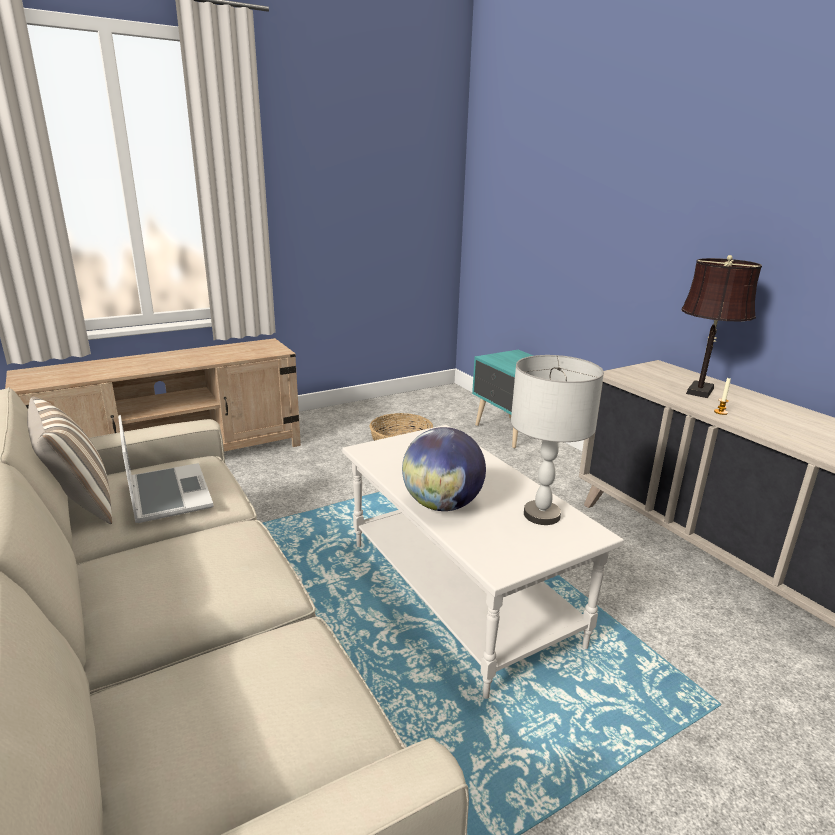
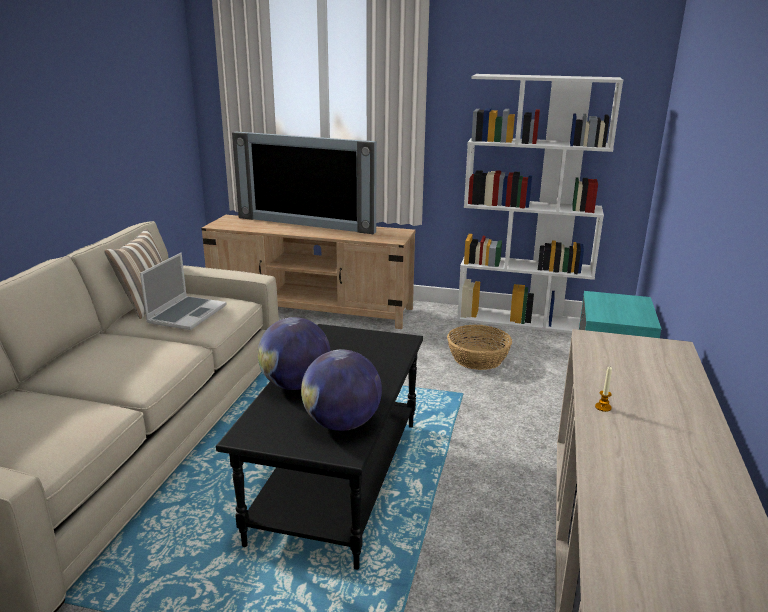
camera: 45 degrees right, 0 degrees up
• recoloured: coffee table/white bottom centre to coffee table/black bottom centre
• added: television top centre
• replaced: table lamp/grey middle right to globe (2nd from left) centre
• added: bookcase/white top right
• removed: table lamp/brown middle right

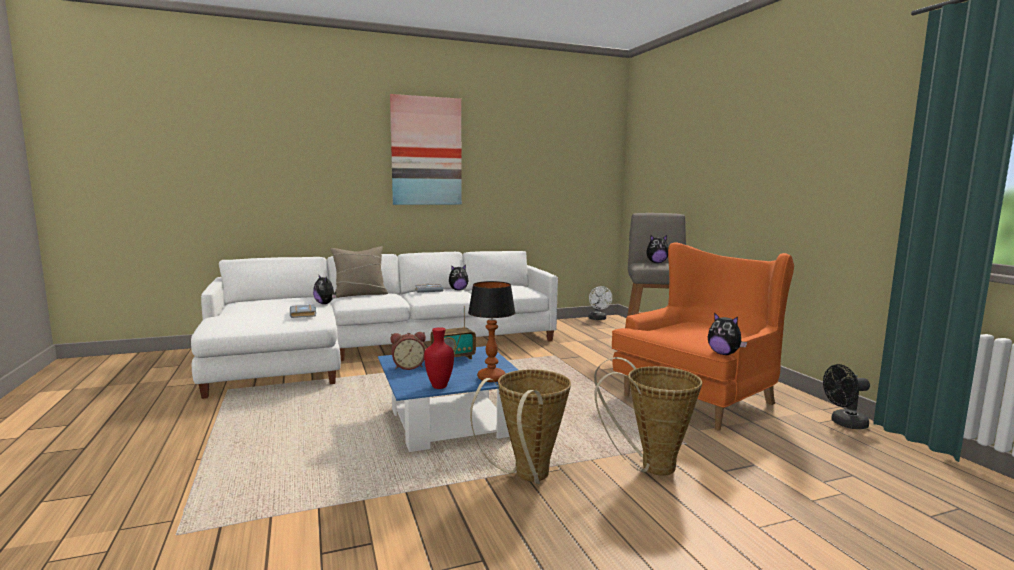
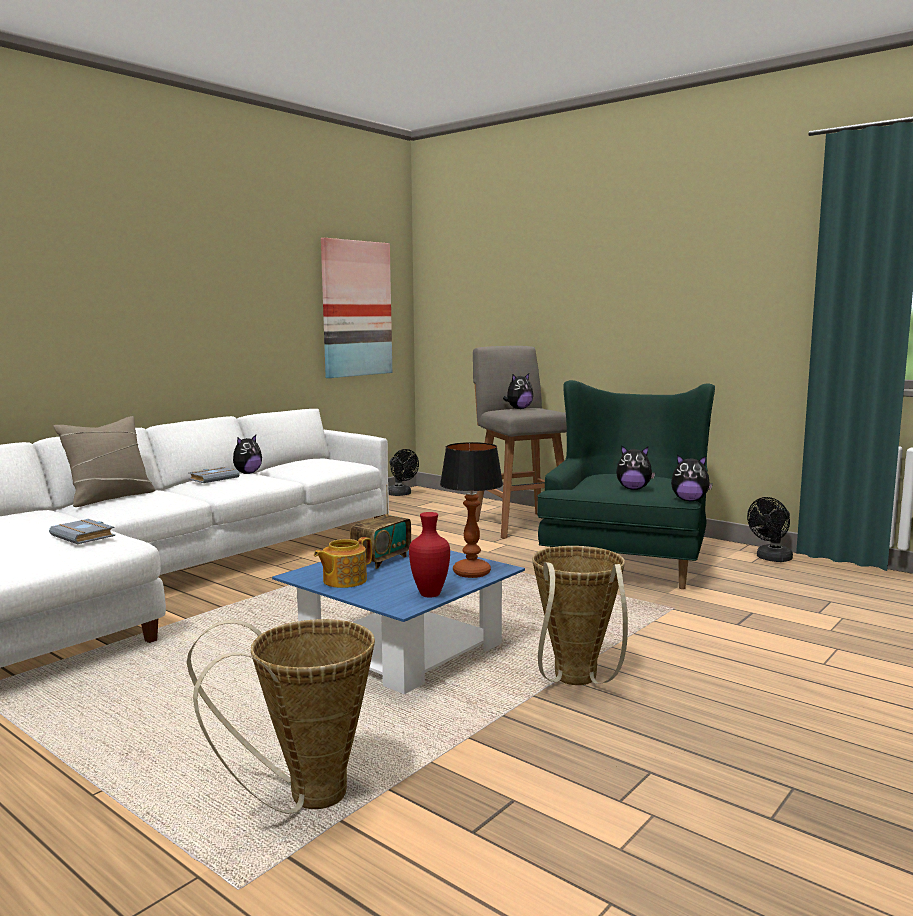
camera: 30 degrees left, 0 degrees up
• moved: basket (2nd from left in the first image) bottom centre to basket (1st from left) bottom left
• replaced: alarm clock centre to teapot centre
• moved: picture top centre to centre
• recoloured: fan/white centre to fan/black (1st from left) centre
• recoloured: armchair/orange middle right to armchair/green middle right
• moved: plush toy (1st from left in the first image) middle left to plush toy (3rd from left) middle right

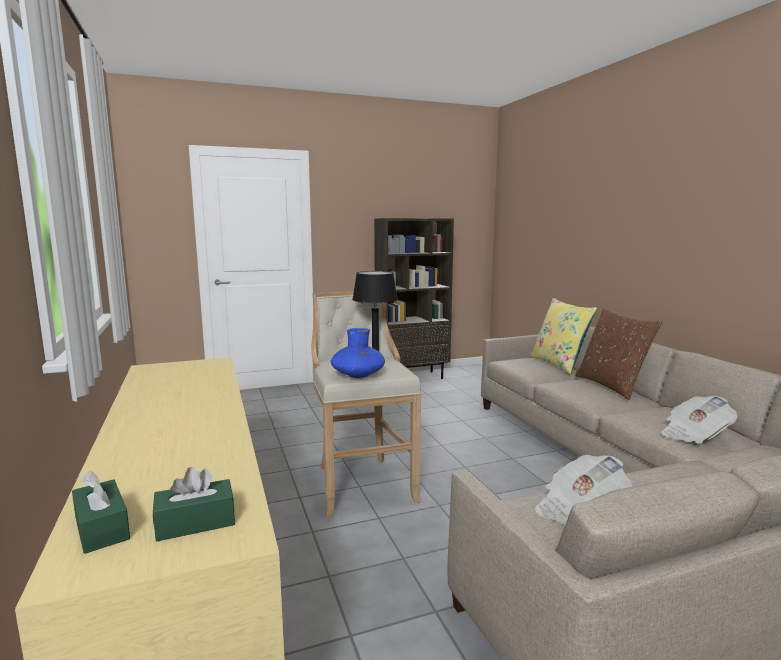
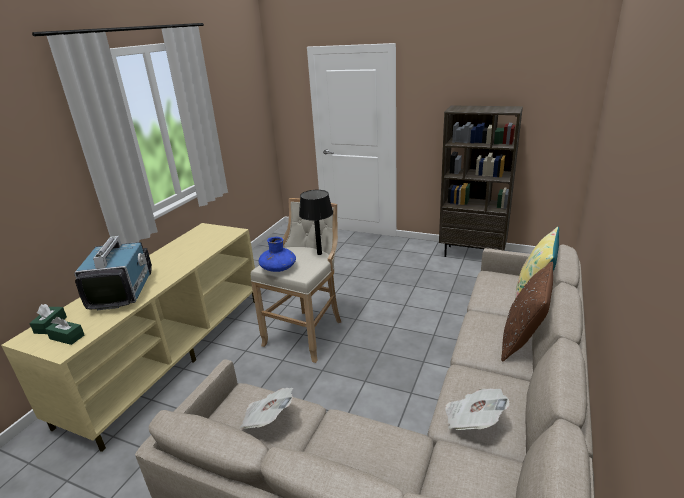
camera: 45 degrees right, 15 degrees up
• added: television middle left

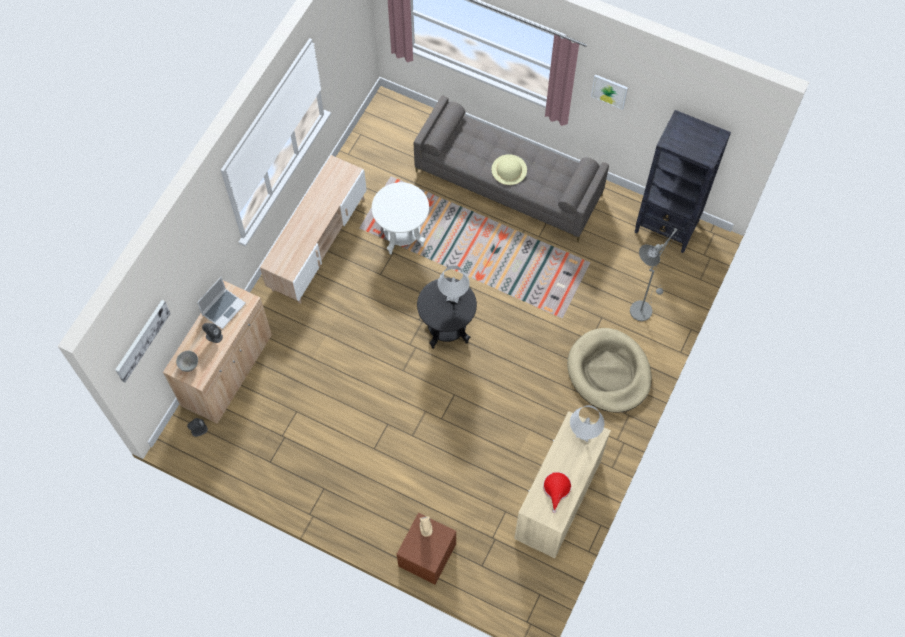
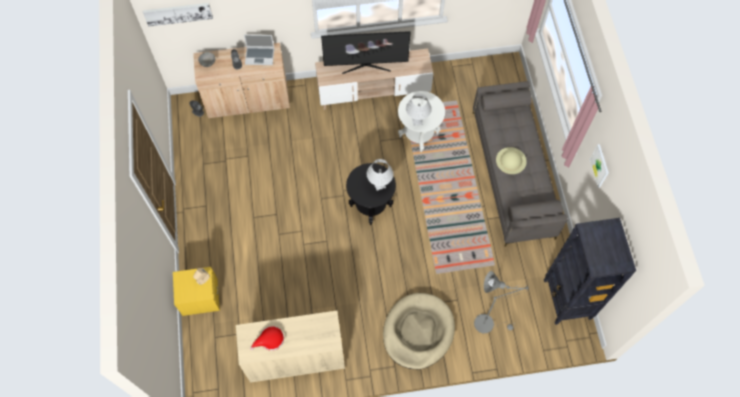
camera: 55 degrees right, 0 degrees up
• recoloured: nightstand/brown bottom centre to nightstand/yellow bottom left
• added: television top centre
• moved: table lamp/white (2nd from left) centre to top centre

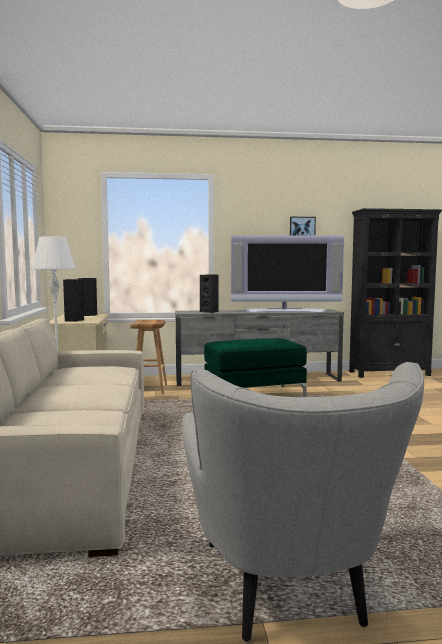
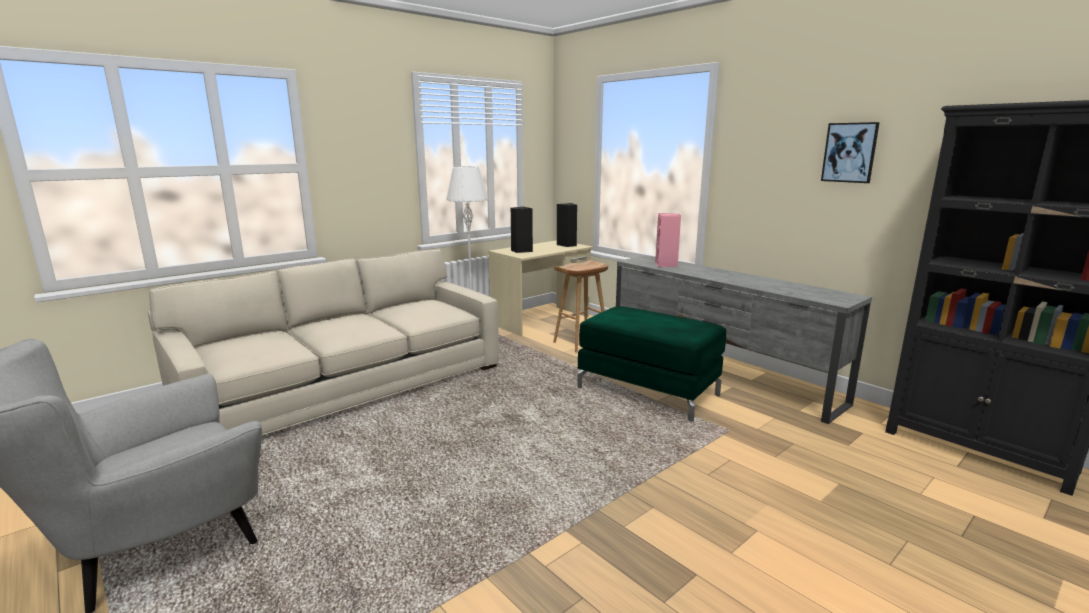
camera: 55 degrees right, 10 degrees up
• recoloured: speaker/black (3rd from left) centre to speaker/pink centre
• removed: television centre

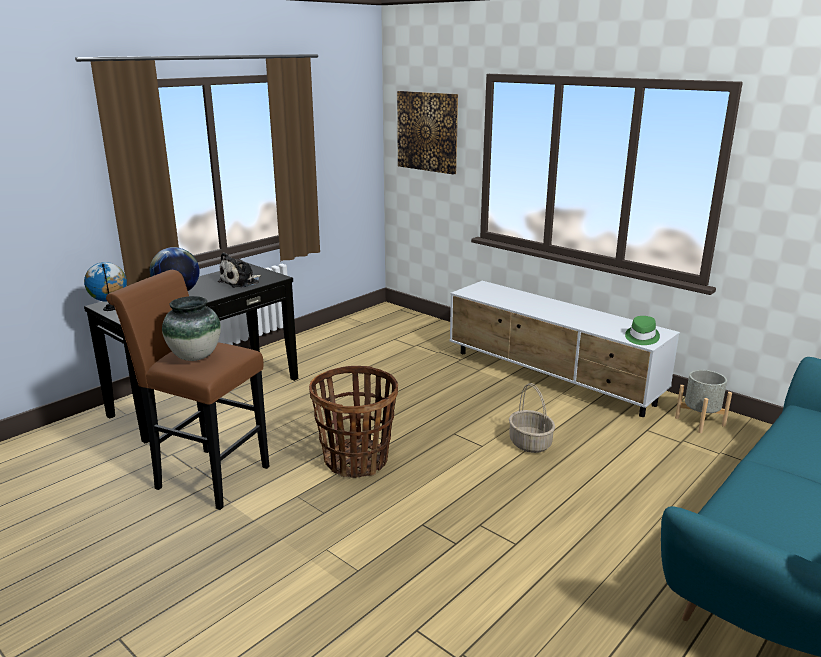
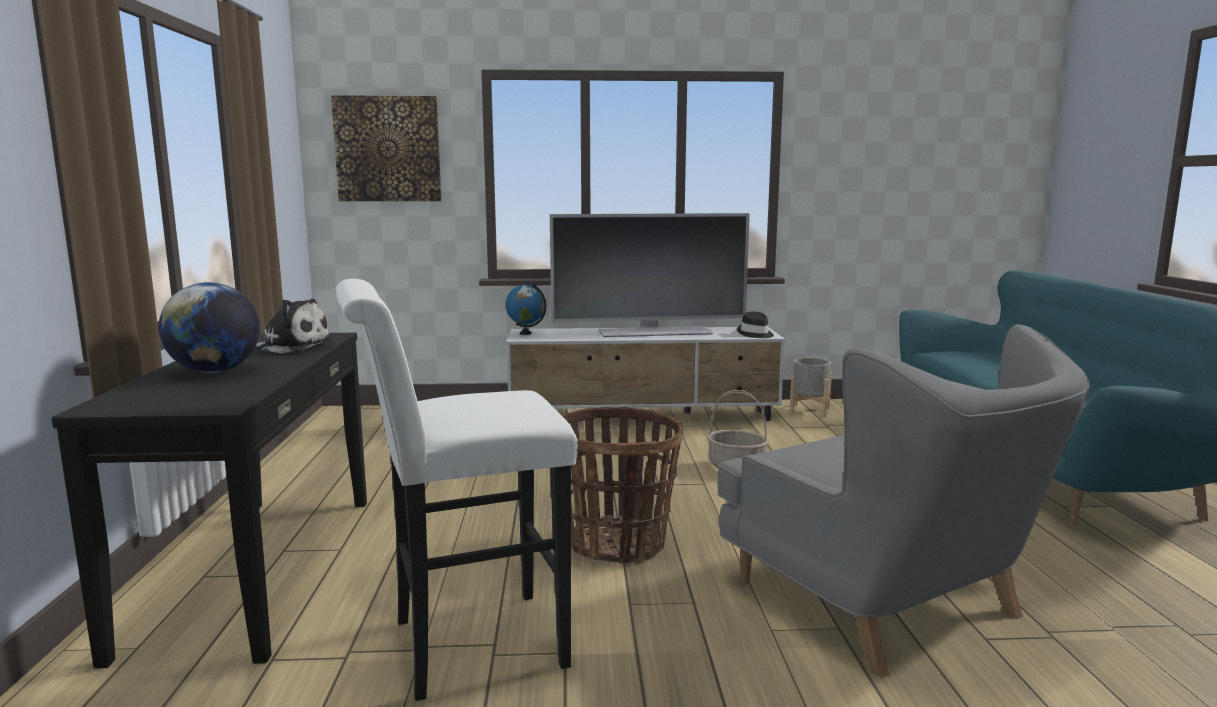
camera: 45 degrees left, 10 degrees down
• turned: plush toy middle left = middle left 75 degrees counterclockwise
• recoloured: stool/brown middle left to stool/white bottom centre
• moved: globe (1st from left in the first image) middle left to globe (2nd from left) centre
• added: television centre
• added: armchair/grey bottom right
• recoloured: hat/green middle right to hat/black centre
• removed: vase middle left

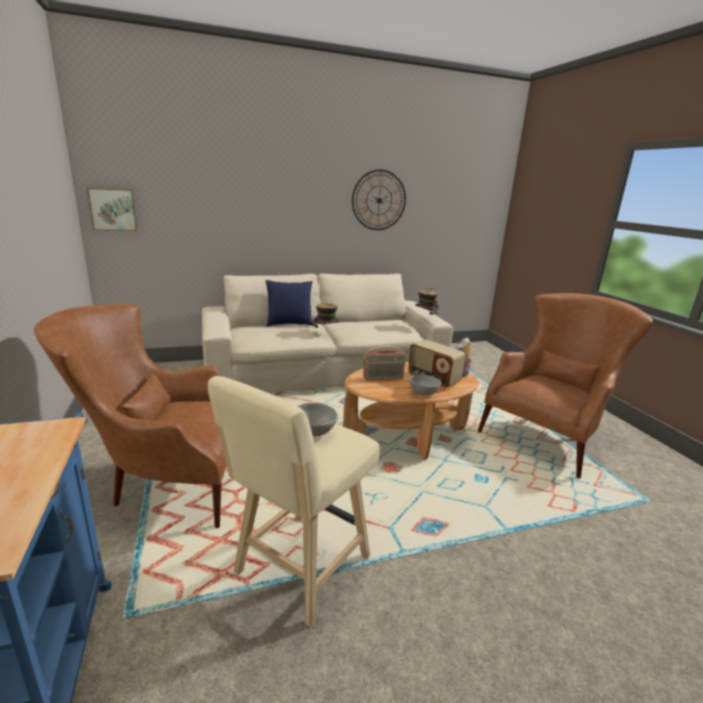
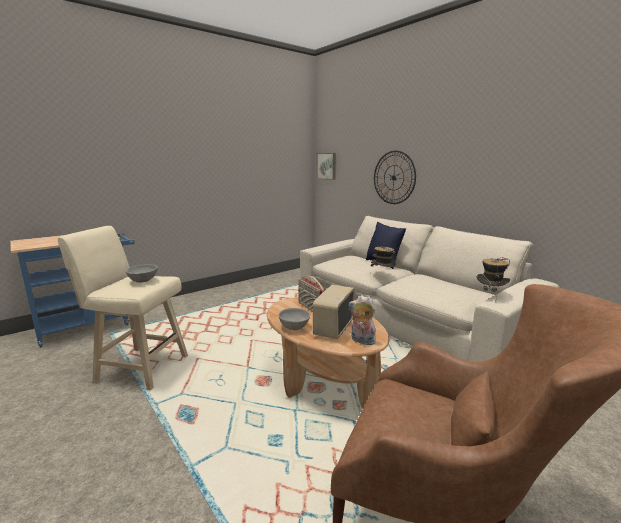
camera: 70 degrees right, 5 degrees down
• moved: wall clock top centre to centre
• removed: armchair/brown (1st from left) middle left

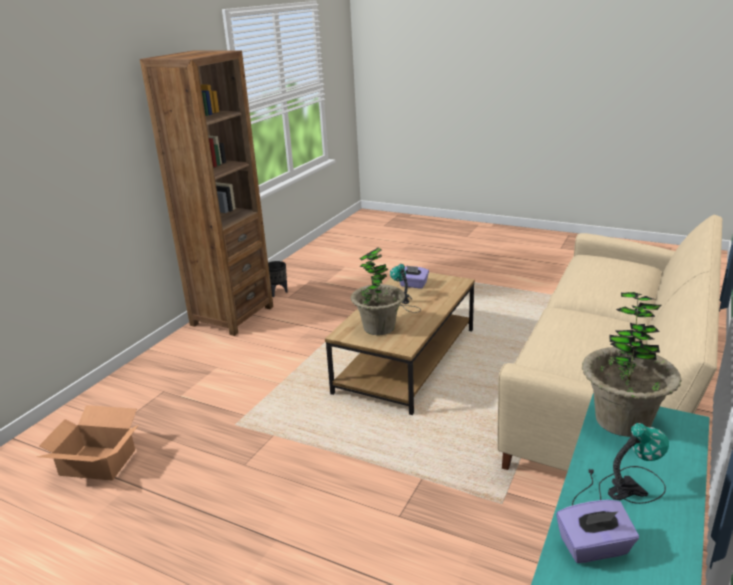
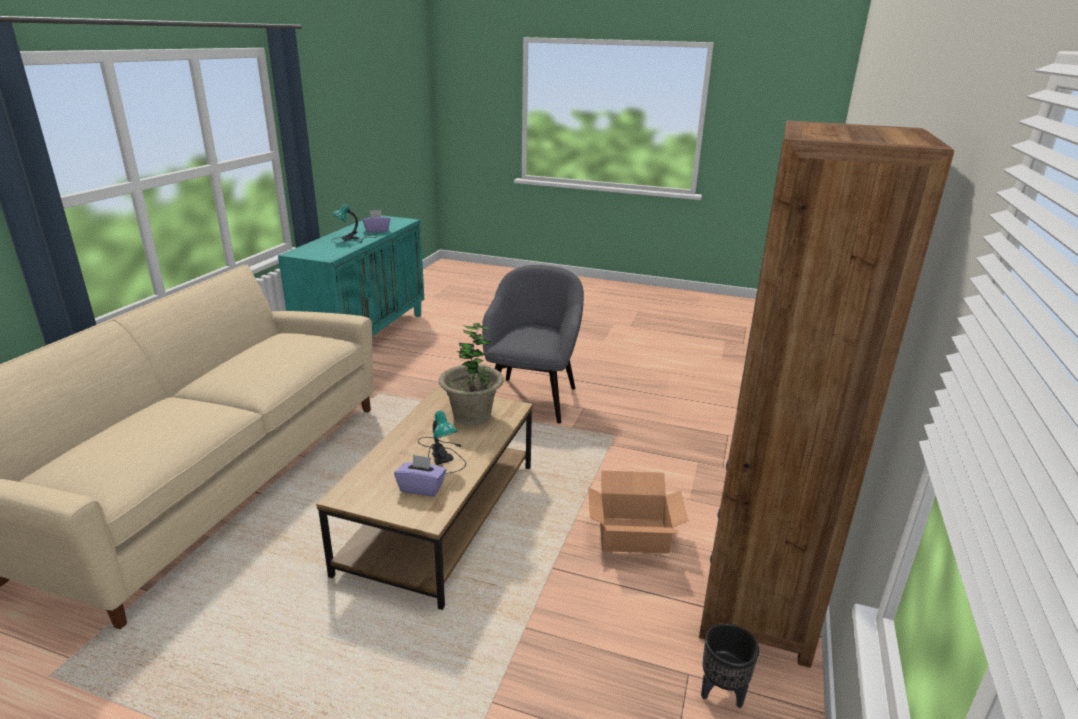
camera: 170 degrees right, 0 degrees up
• added: armchair/grey centre
• moved: cardboard box bottom left to bottom centre
• removed: potted plant (2nd from left) middle right

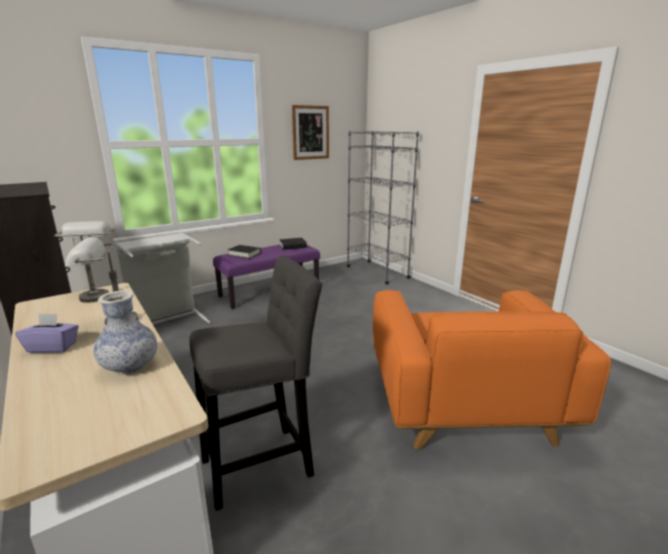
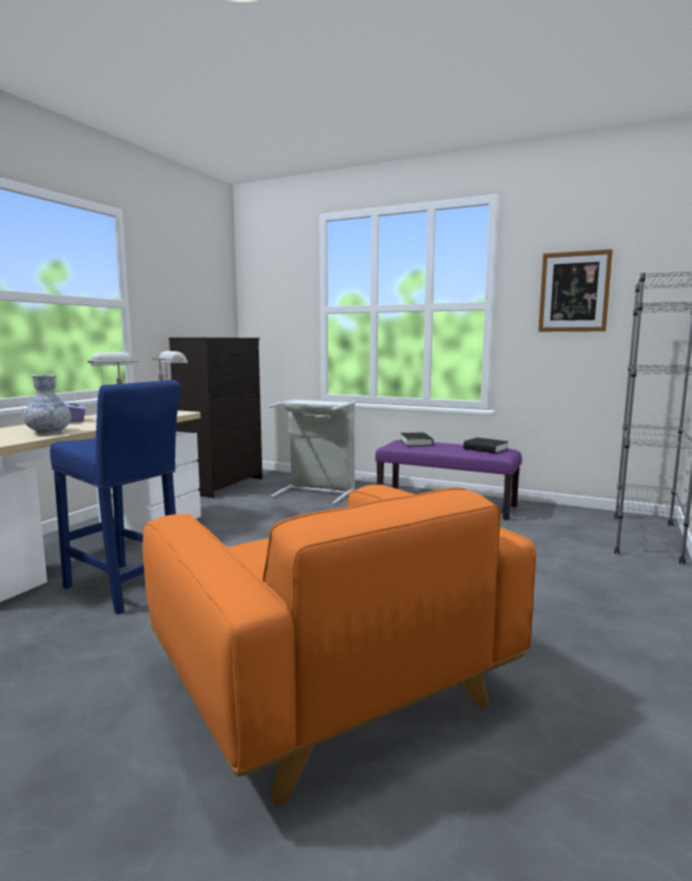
camera: 60 degrees right, 10 degrees down
• recoloured: stool/grey bottom centre to stool/blue middle left
• turned: armchair/orange middle right = bottom centre 90 degrees counterclockwise

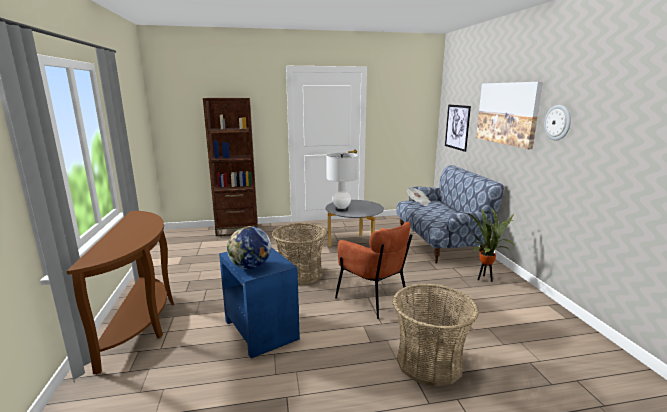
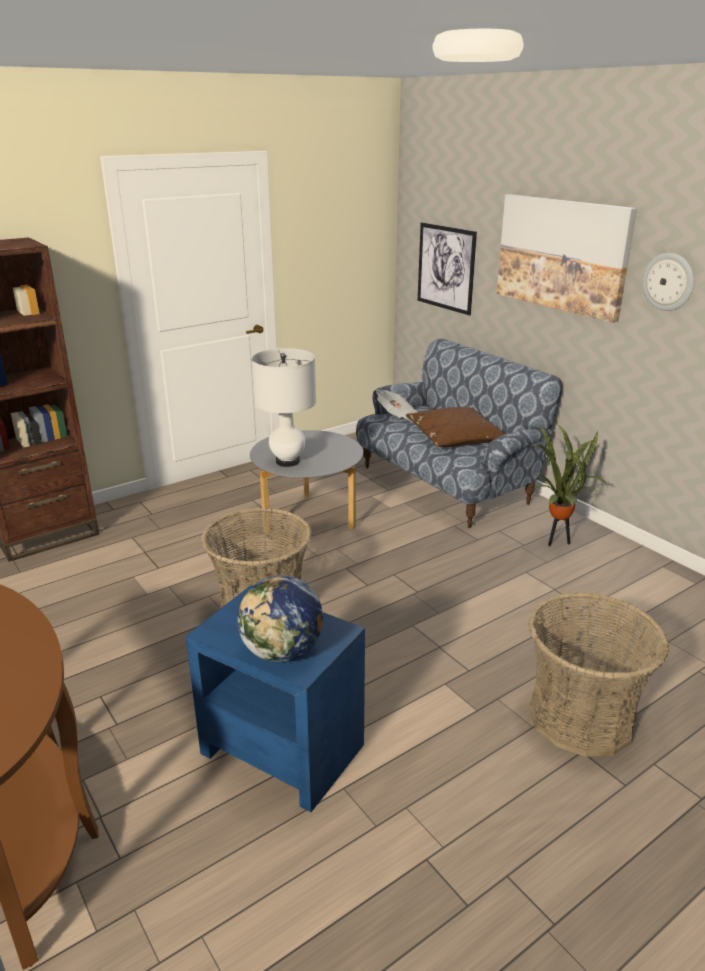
camera: 25 degrees left, 10 degrees up
• added: pillow/brown centre
• removed: armchair/brown centre

